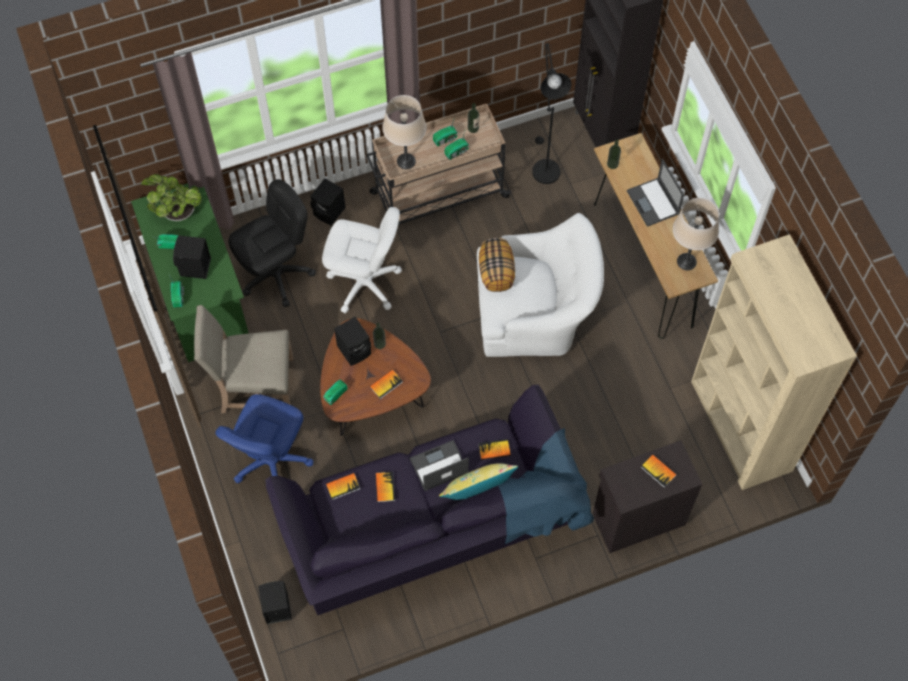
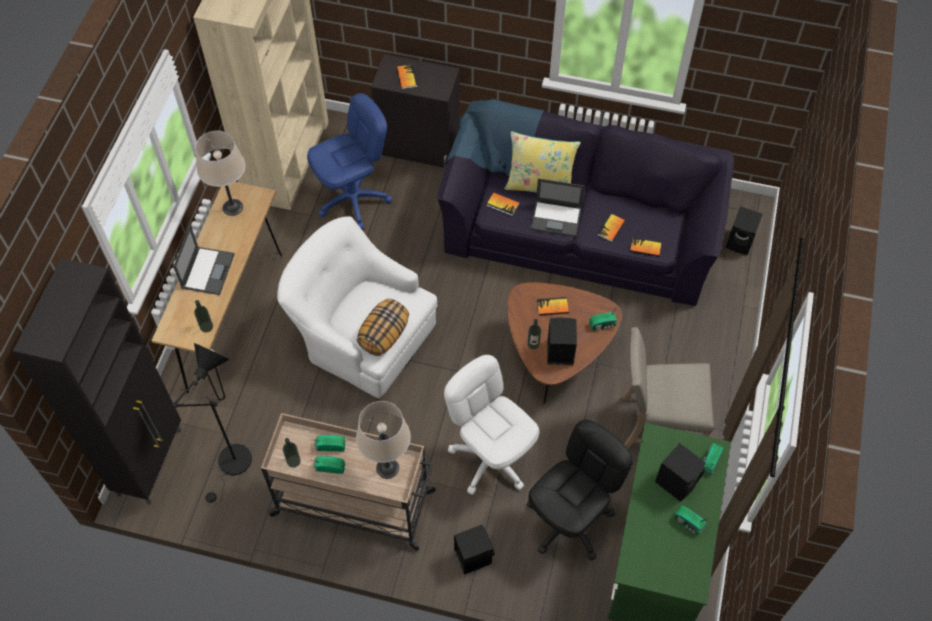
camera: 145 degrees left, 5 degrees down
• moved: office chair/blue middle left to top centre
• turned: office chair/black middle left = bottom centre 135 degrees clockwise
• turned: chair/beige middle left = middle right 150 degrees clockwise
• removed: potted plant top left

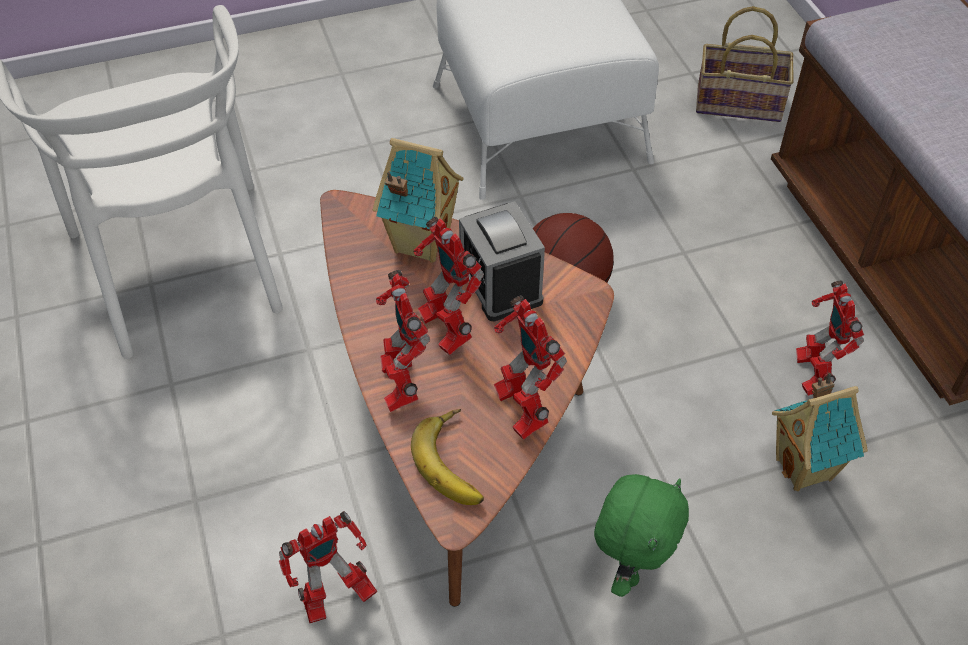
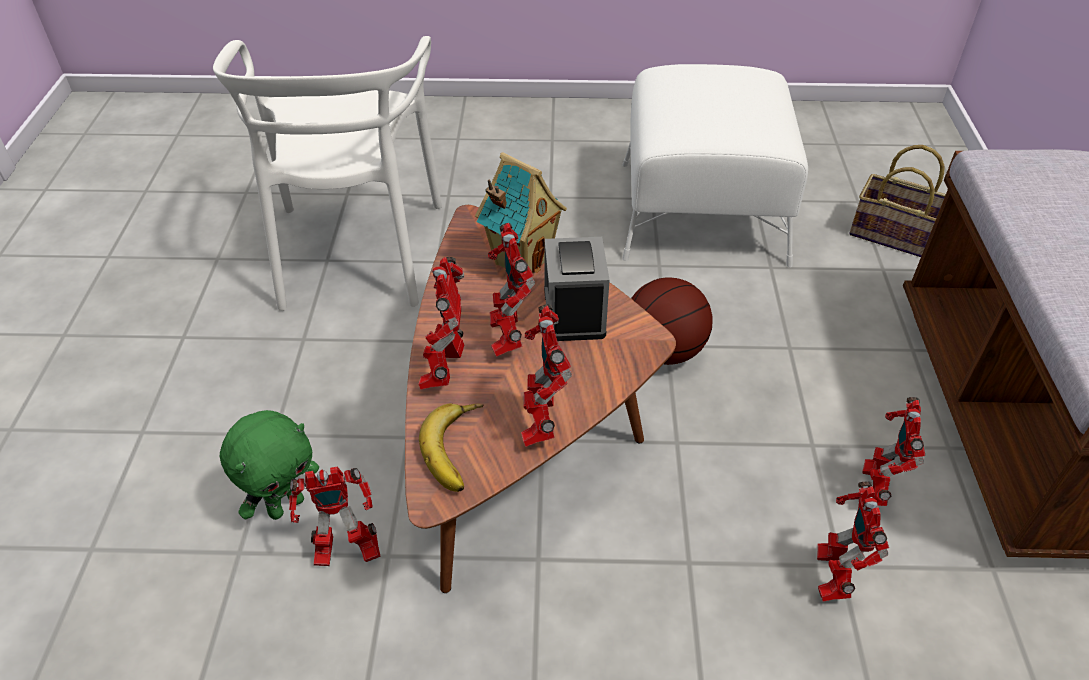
camera: 20 degrees right, 5 degrees down
• moved: plush toy/green bottom centre to bottom left
• replaced: toy house (2nd from left) bottom right to toy robot (5th from left) bottom right

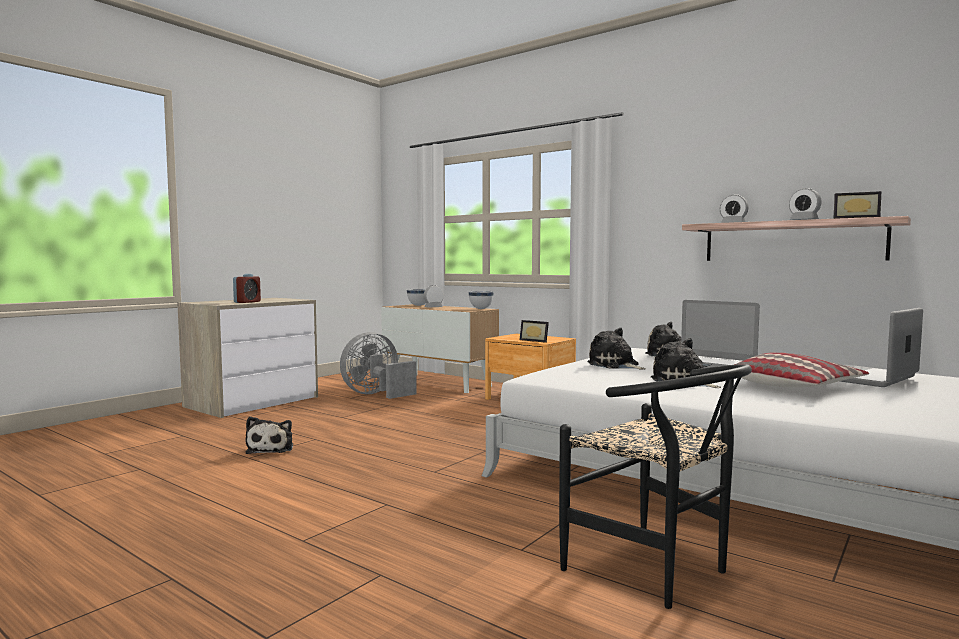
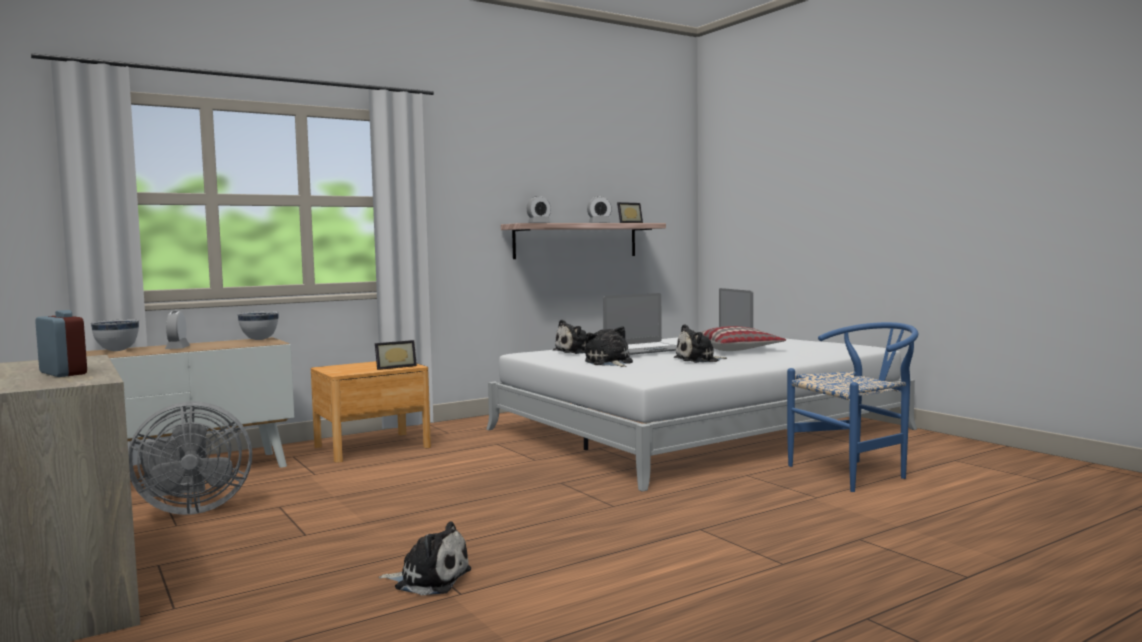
camera: 70 degrees left, 0 degrees up
• turned: fan/grey centre = bottom left 90 degrees counterclockwise
• turned: plush toy (2nd from left in the first image) centre = centre 90 degrees clockwise
• recoloured: chair/black bottom right to chair/blue middle right

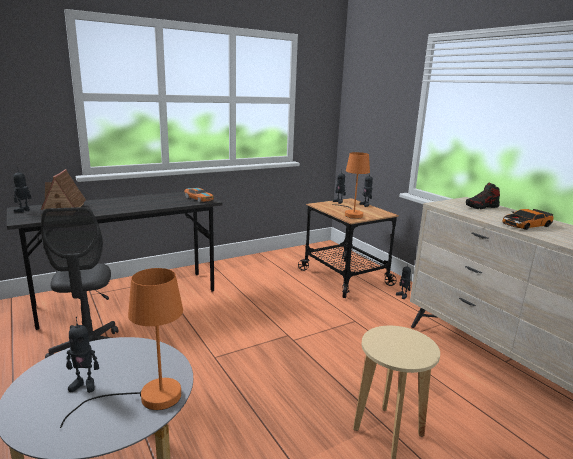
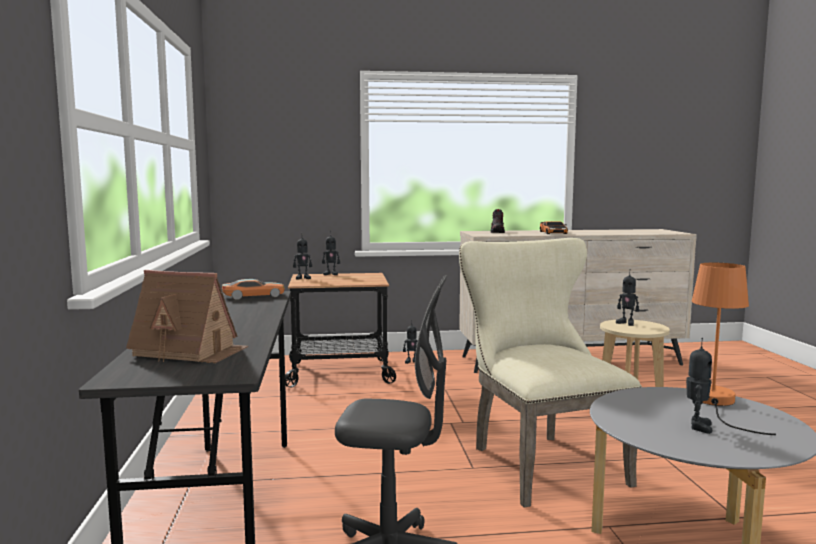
camera: 65 degrees left, 10 degrees down
• added: chair/beige bottom right
• moved: toy robot (1st from left in the first image) middle left to toy robot (4th from left) middle right
• removed: table lamp/orange (2nd from left) centre

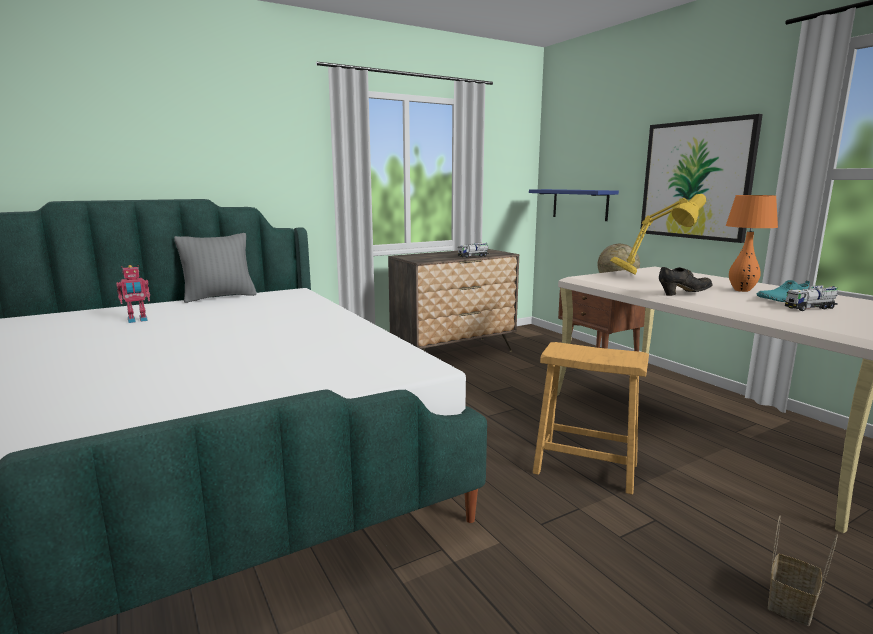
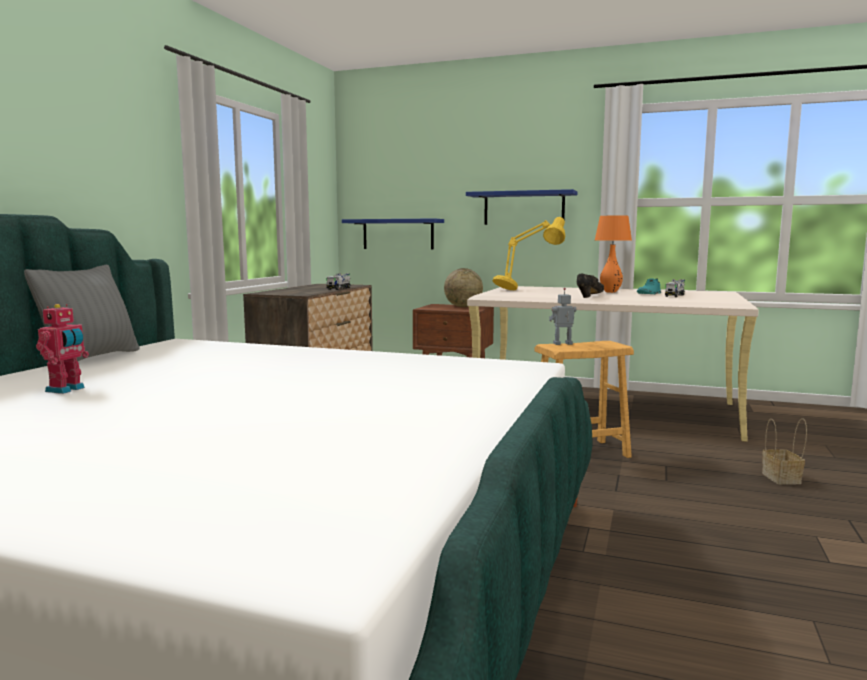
camera: 40 degrees left, 5 degrees down
• replaced: picture top right to shelf/blue (2nd from left) top centre
• added: toy robot (2nd from left) centre

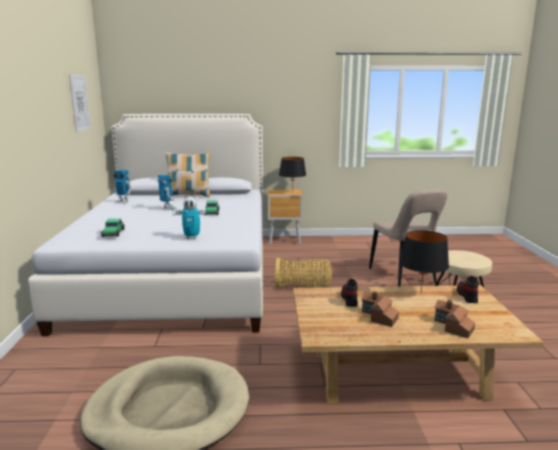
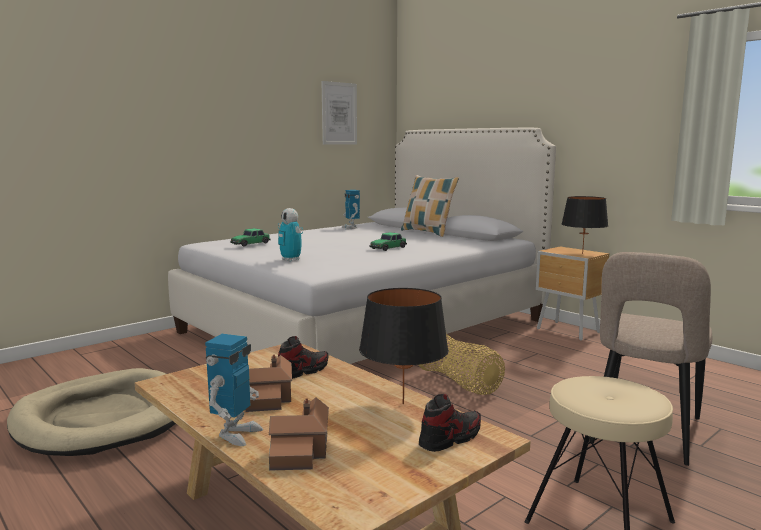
camera: 50 degrees right, 5 degrees down
• moved: toy robot (2nd from left in the first image) middle left to toy robot (1st from left) bottom left

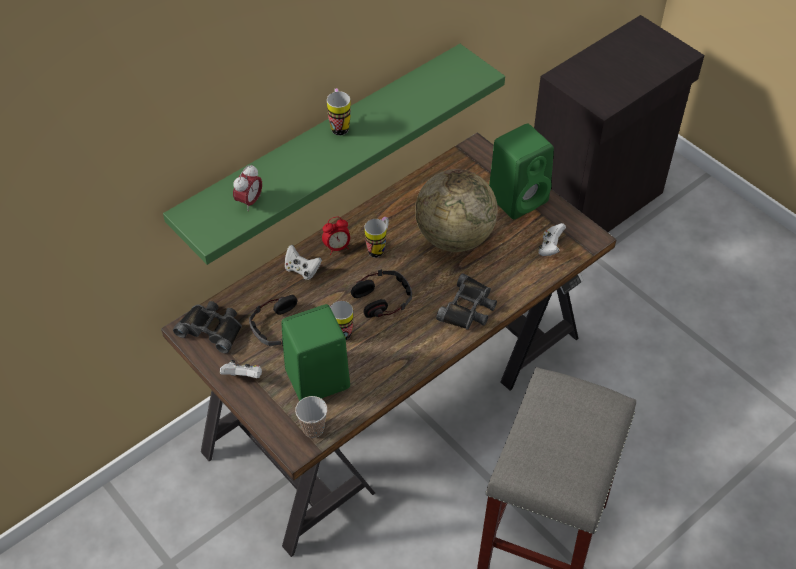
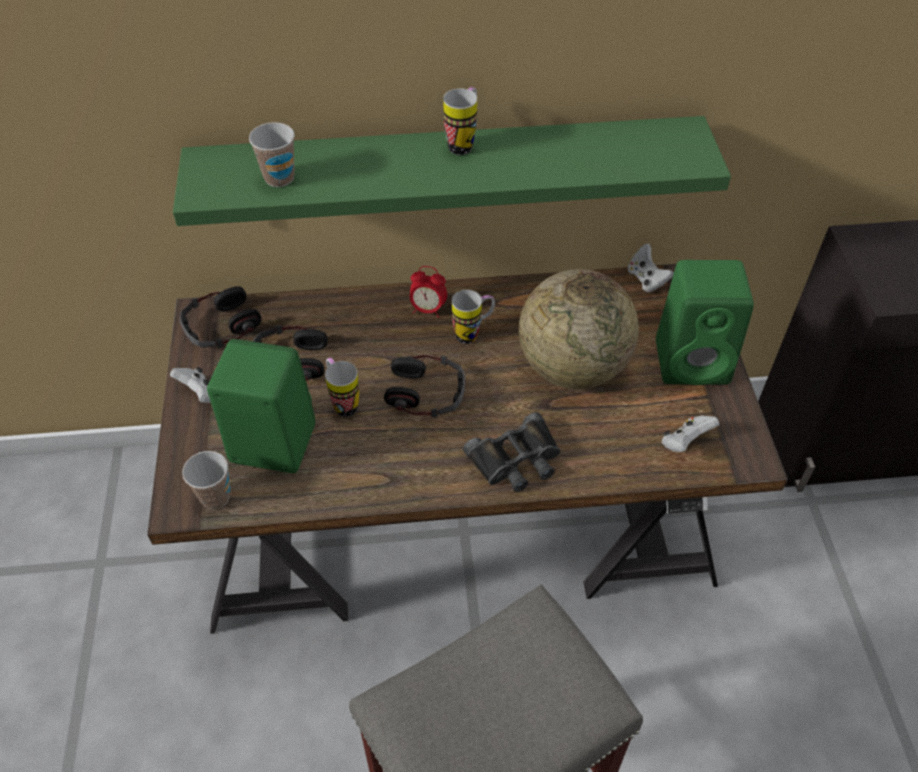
camera: 35 degrees right, 0 degrees up
• replaced: binoculars/black (1st from left) middle left to headphones (1st from left) middle left
• replaced: alarm clock (1st from left) top left to cup (2nd from left) top left
• moved: game controller/white (2nd from left) centre to middle right

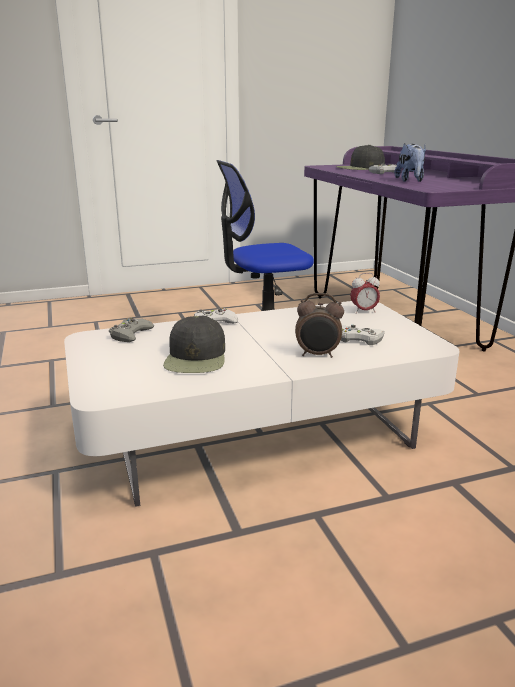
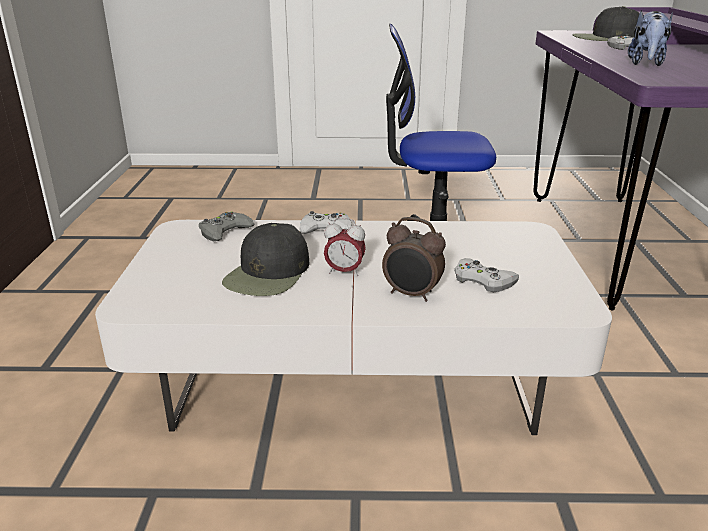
camera: 20 degrees right, 5 degrees up
• moved: alarm clock (2nd from left in the first image) middle right to alarm clock (1st from left) centre

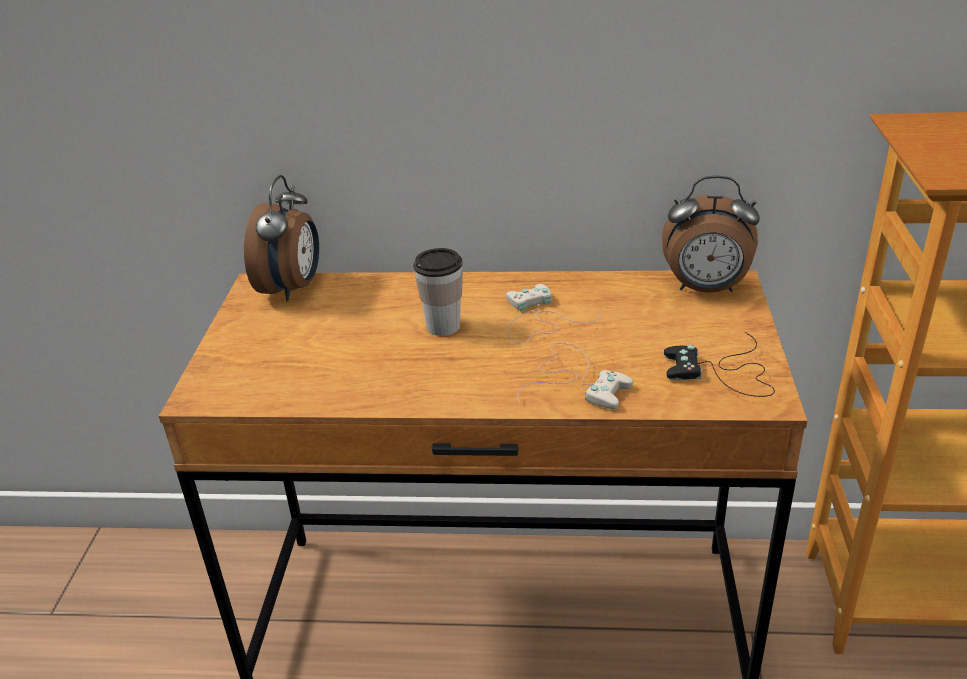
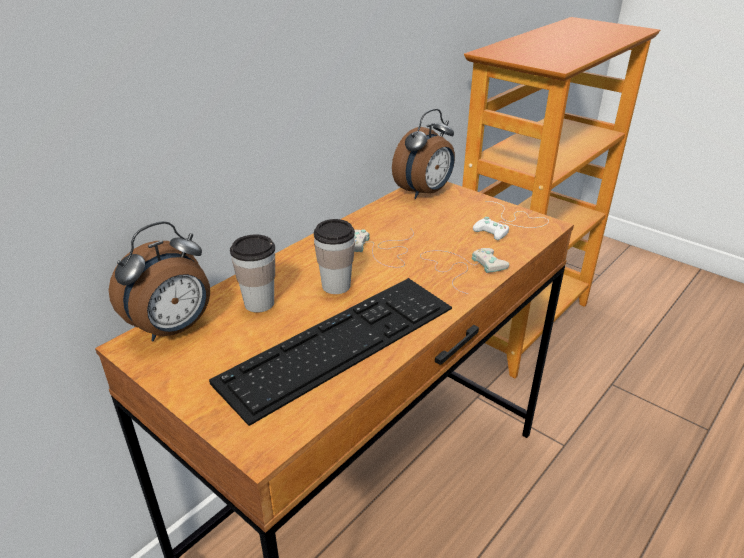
camera: 55 degrees left, 0 degrees up
• turned: alarm clock (1st from left) middle left = middle left 90 degrees clockwise
• added: keyboard centre
• added: cup (1st from left) centre
• recoloured: game controller/black middle right to game controller/white (3rd from left) middle right

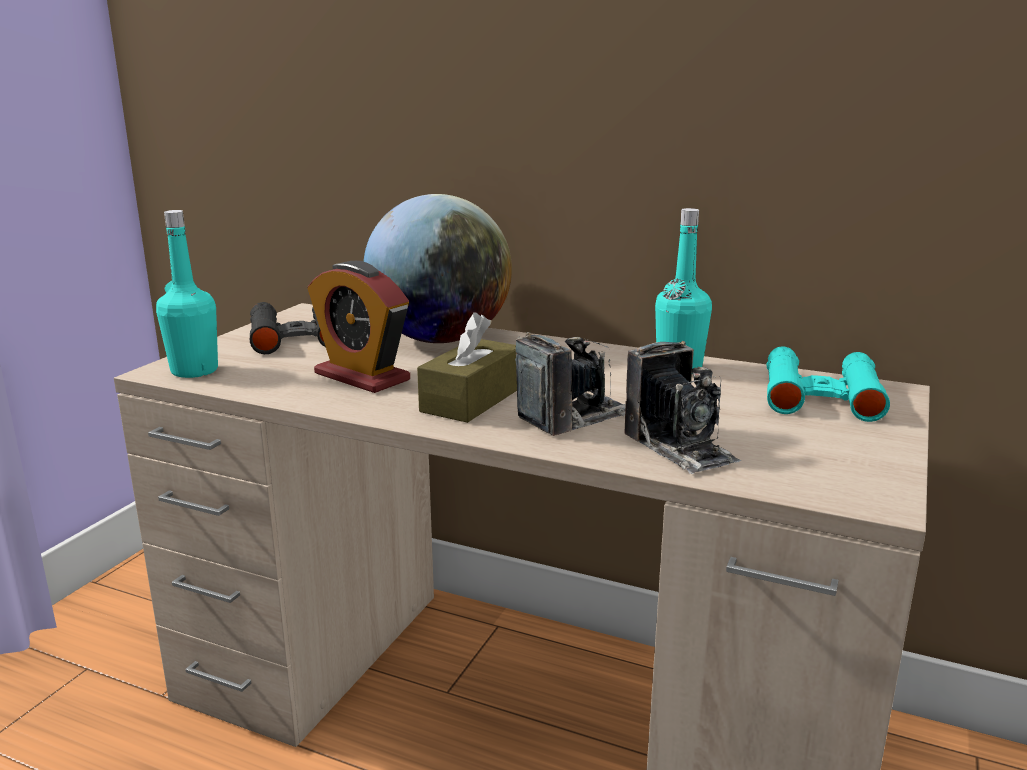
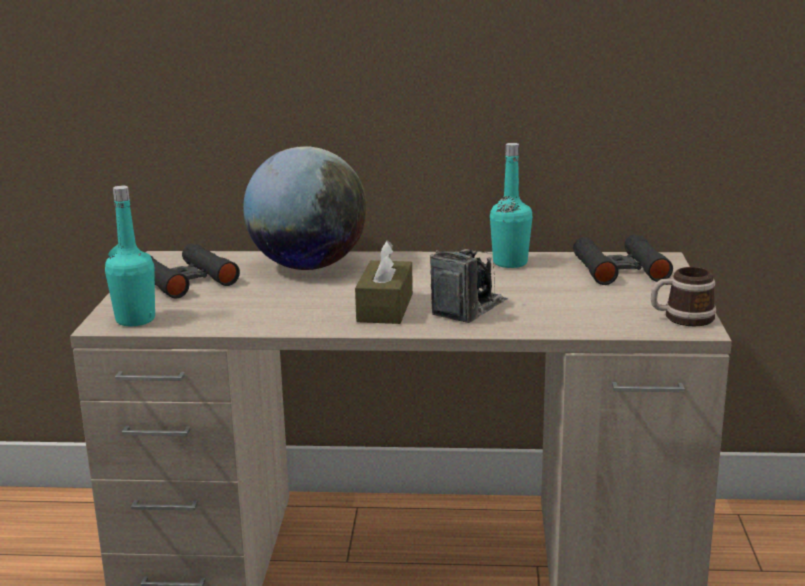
camera: 20 degrees left, 0 degrees up
• recoloured: binoculars/turquoise middle right to binoculars/black (2nd from left) middle right
• added: mug middle right
• removed: alarm clock centre
• removed: photo camera (2nd from left) centre

